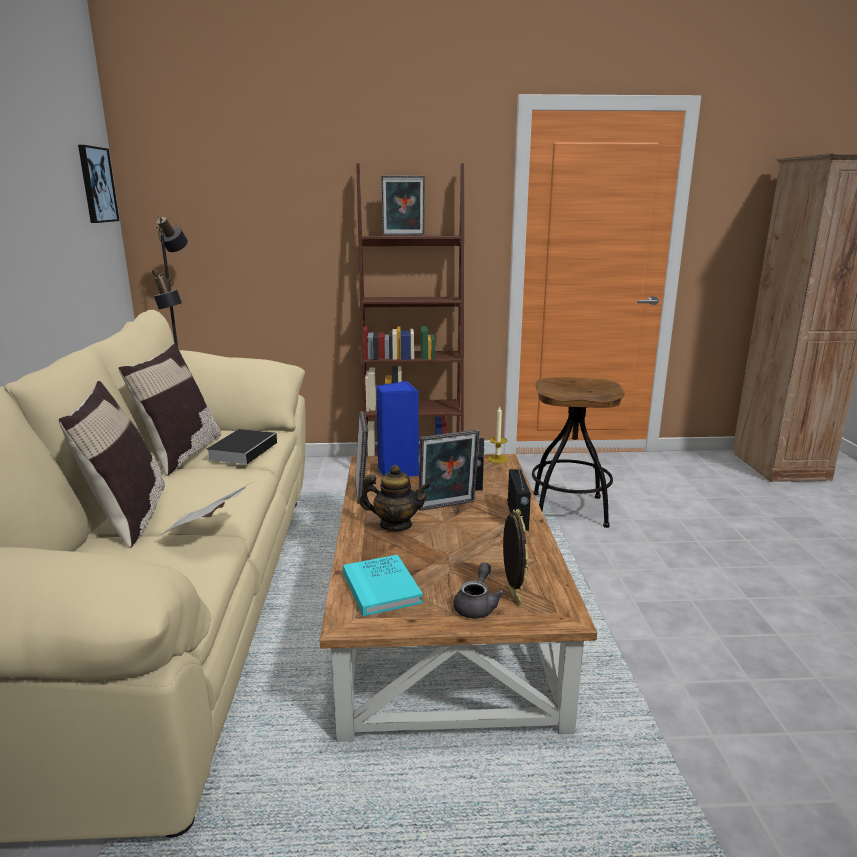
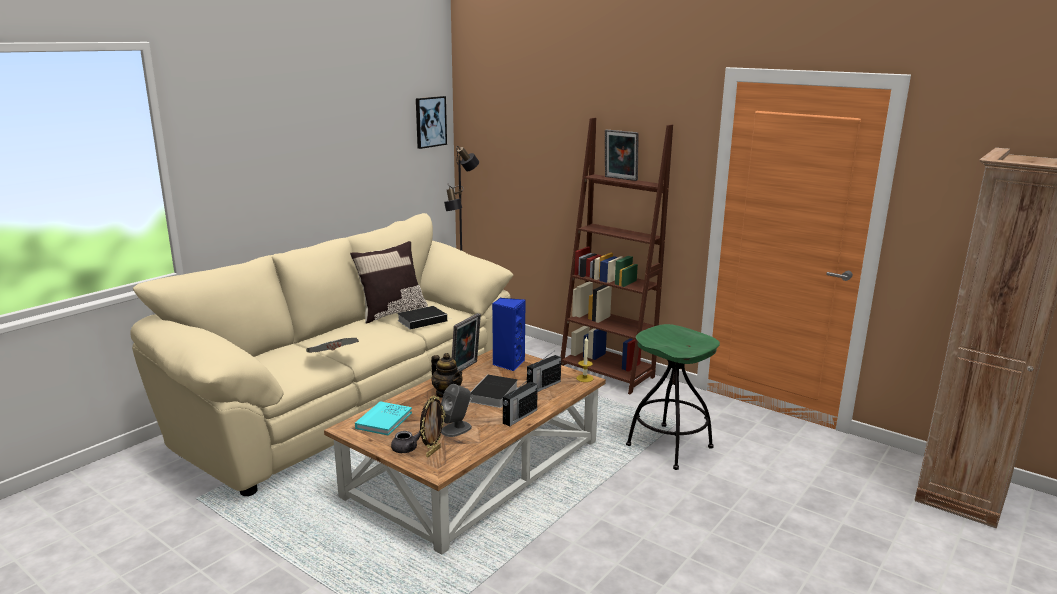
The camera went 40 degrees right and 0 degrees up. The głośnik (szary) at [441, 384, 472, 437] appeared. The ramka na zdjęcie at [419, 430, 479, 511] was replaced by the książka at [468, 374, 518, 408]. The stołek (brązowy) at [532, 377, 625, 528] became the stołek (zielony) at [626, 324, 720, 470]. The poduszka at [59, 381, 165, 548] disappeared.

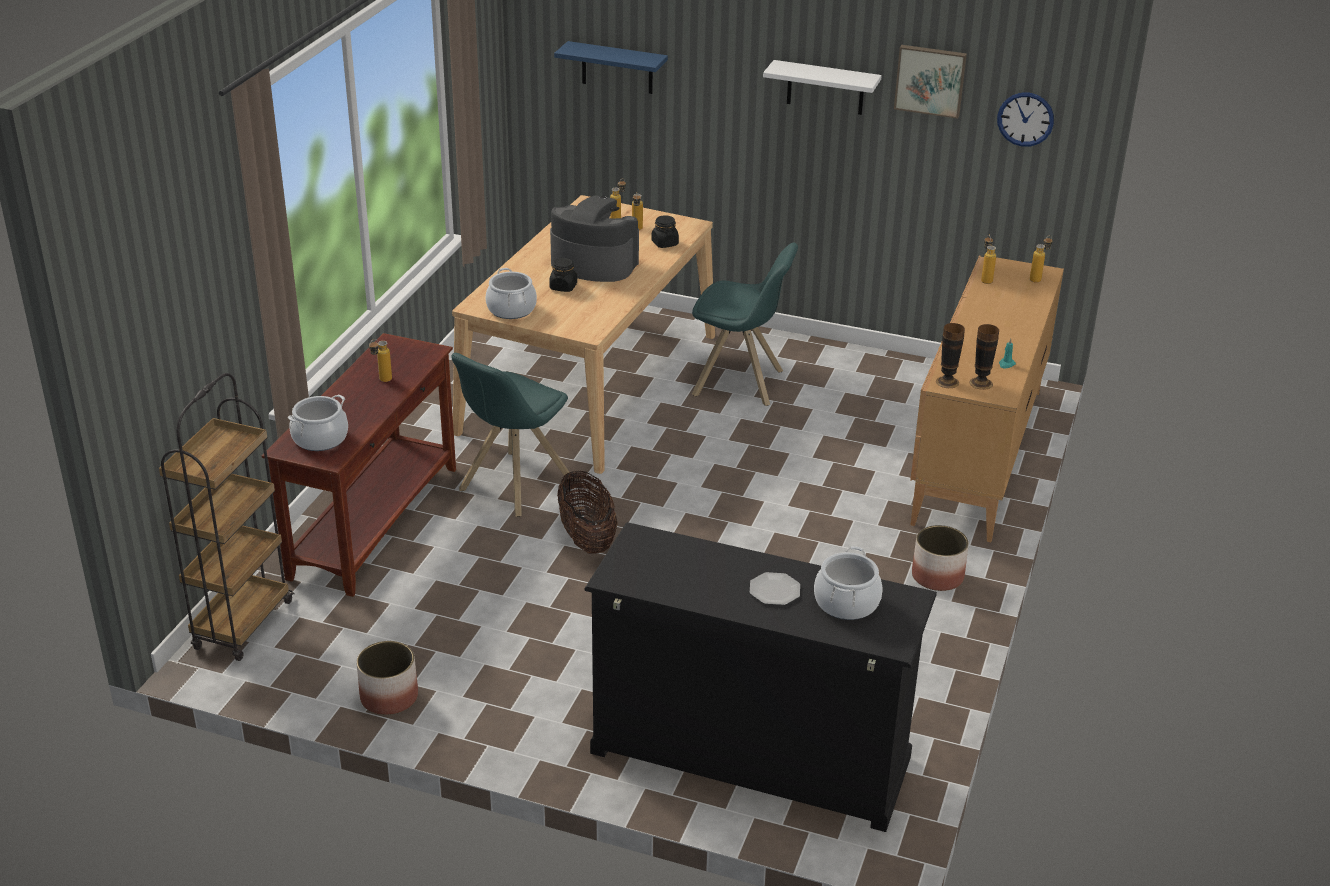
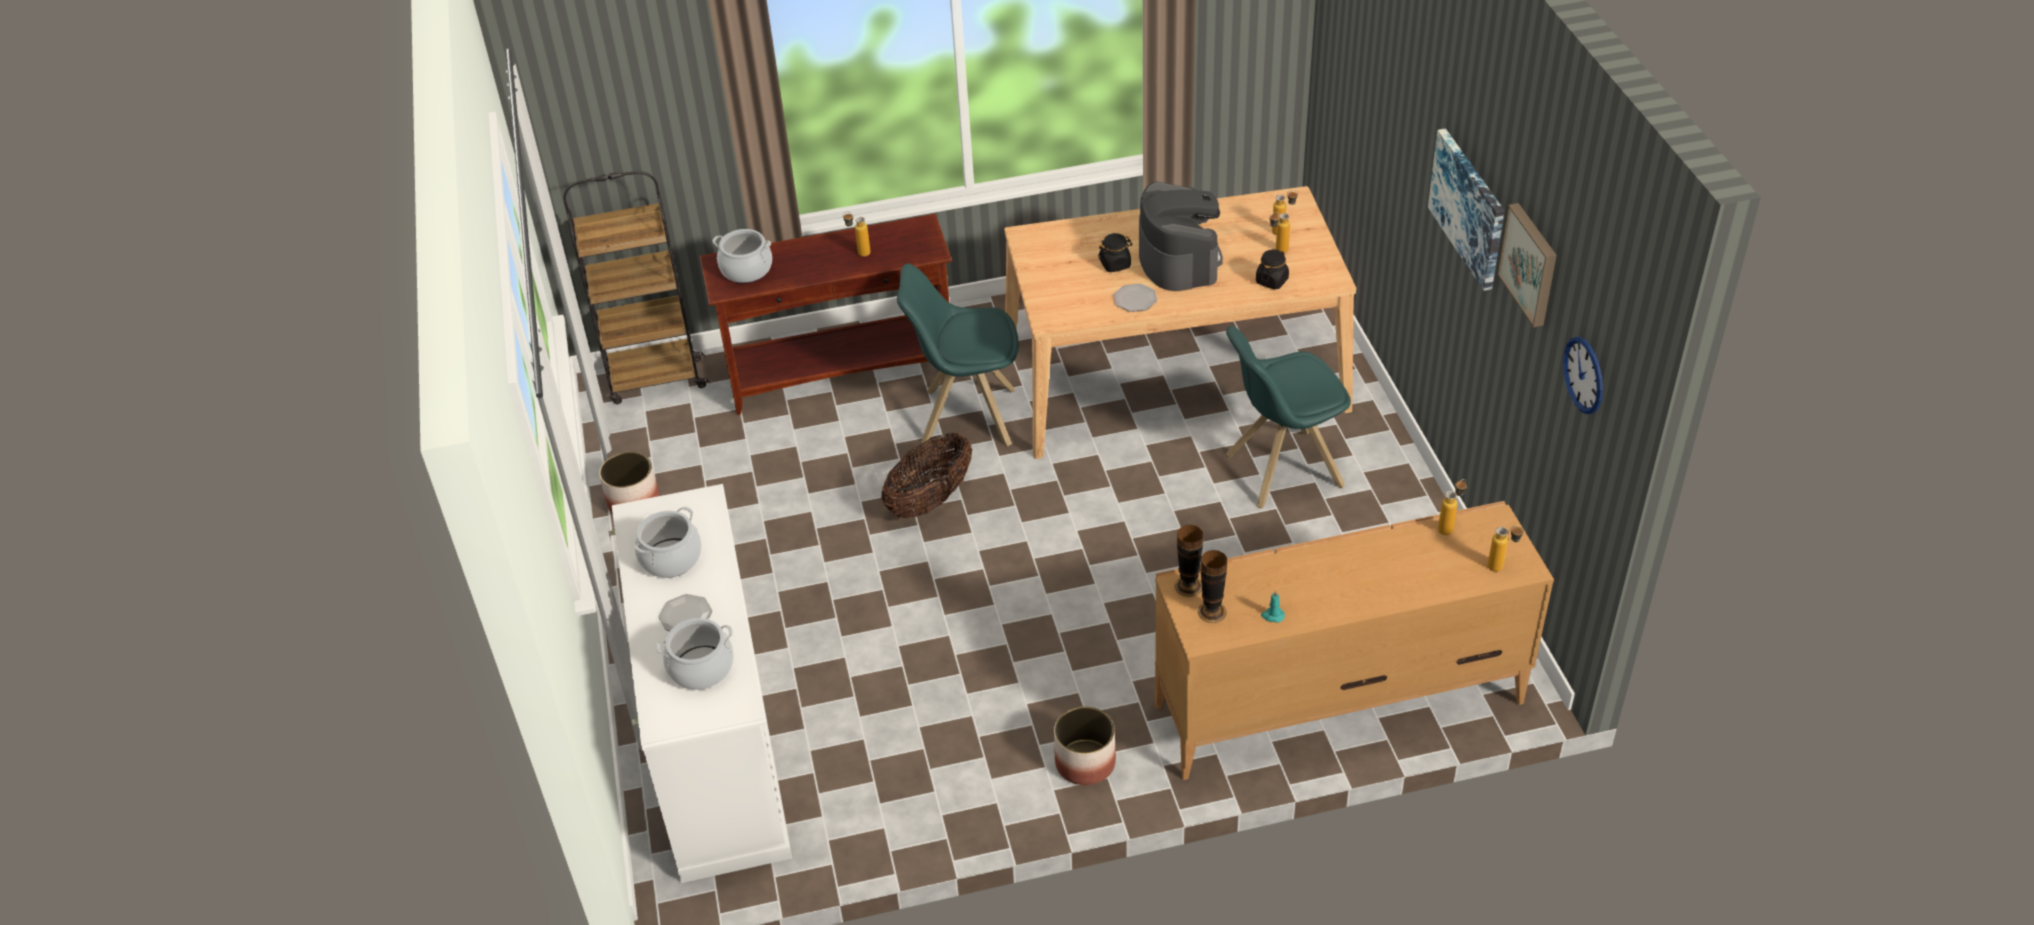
The camera went 60 degrees right and 10 degrees up. The szafka (czarny) at [585, 522, 937, 832] became the szafka (biały) at [609, 484, 792, 883]. The garnek moved from [485, 268, 537, 319] to [634, 507, 702, 578]. The talerz at [1113, 284, 1157, 312] appeared. The krzesło (turkusowy) at [692, 242, 798, 406] turned 90 degrees clockwise. The półka (biały) at [763, 60, 882, 115] was replaced by the obraz at [1428, 128, 1505, 291]. The półka (niebieski) at [554, 41, 668, 94] disappeared.

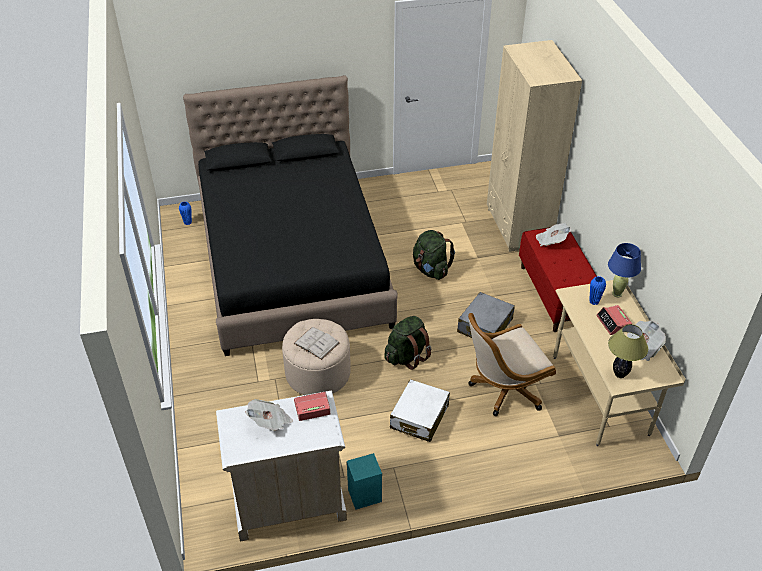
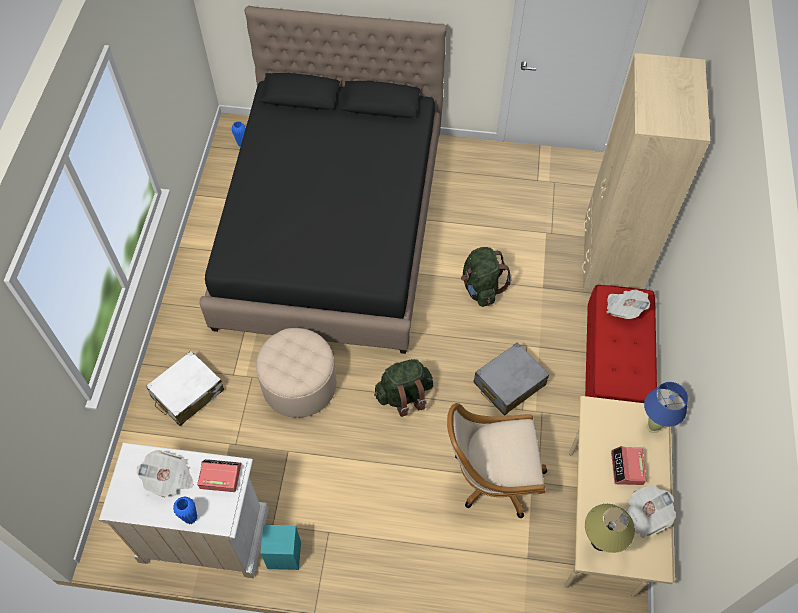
The camera went 20 degrees right and 15 degrees up. The walizka (biały) moved from [390, 379, 450, 442] to [146, 351, 225, 426]. The wazon (niebieski) moved from [589, 276, 606, 305] to [173, 496, 197, 524]. The książka (biały) at [294, 327, 339, 360] disappeared.

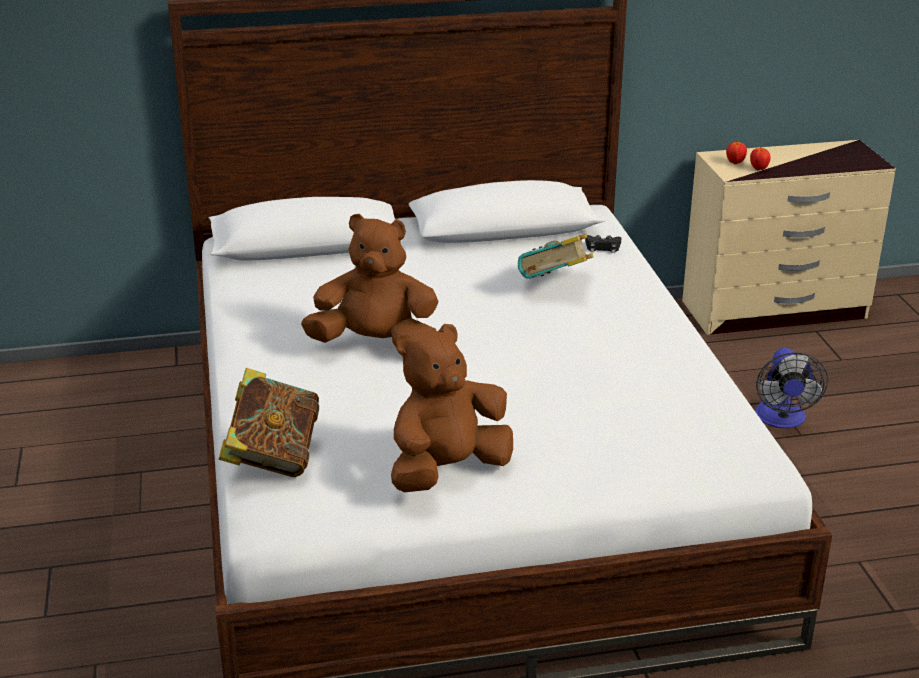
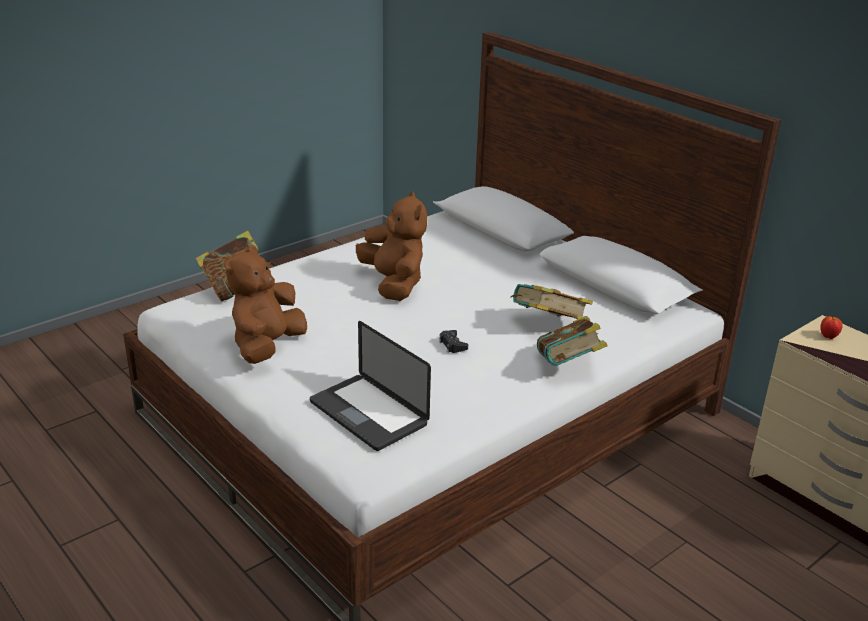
The camera went 60 degrees right and 0 degrees up. The pluszak (brązowy) at [391, 324, 513, 492] turned 90 degrees counterclockwise. The laptop at [310, 321, 431, 451] appeared. The pad do gier (czarny) moved from [585, 235, 621, 253] to [439, 330, 468, 353]. The książka at [537, 316, 608, 366] appeared. The jabłko at [750, 146, 771, 171] disappeared. The wentylator at [755, 348, 828, 428] disappeared.

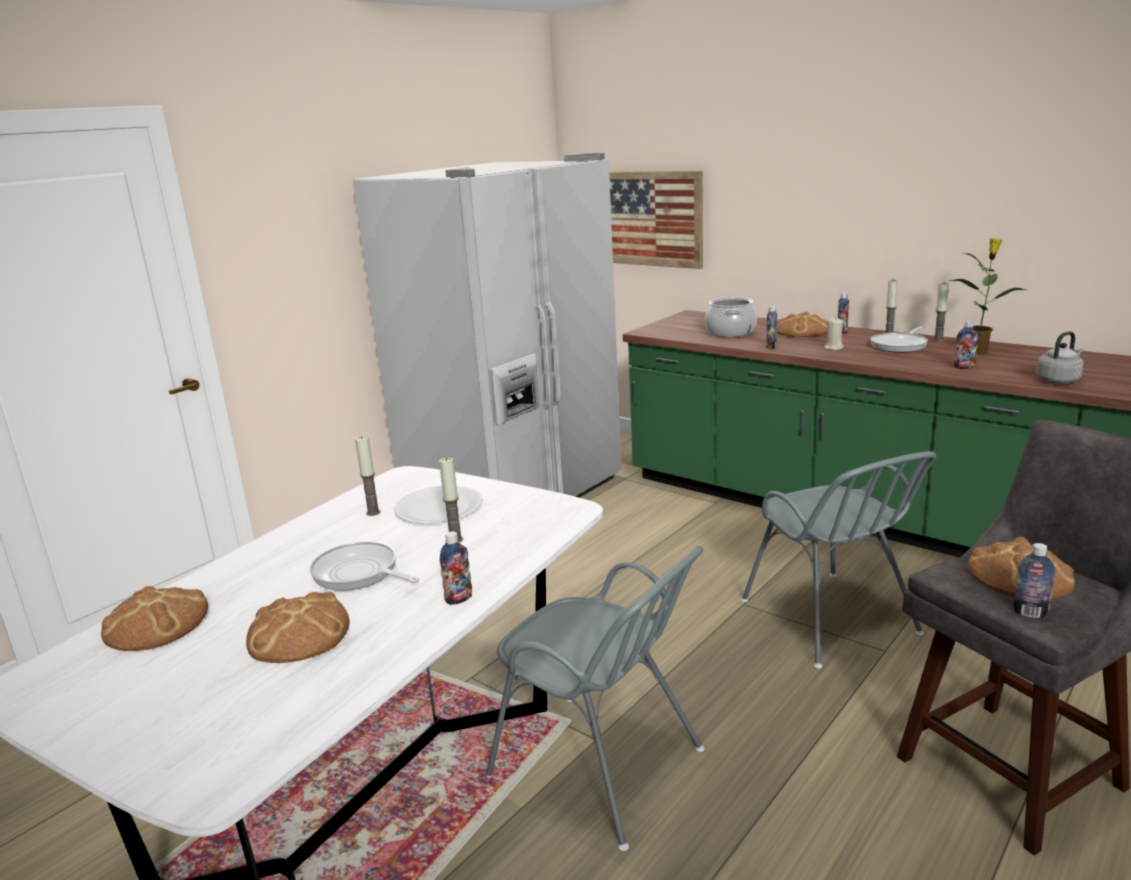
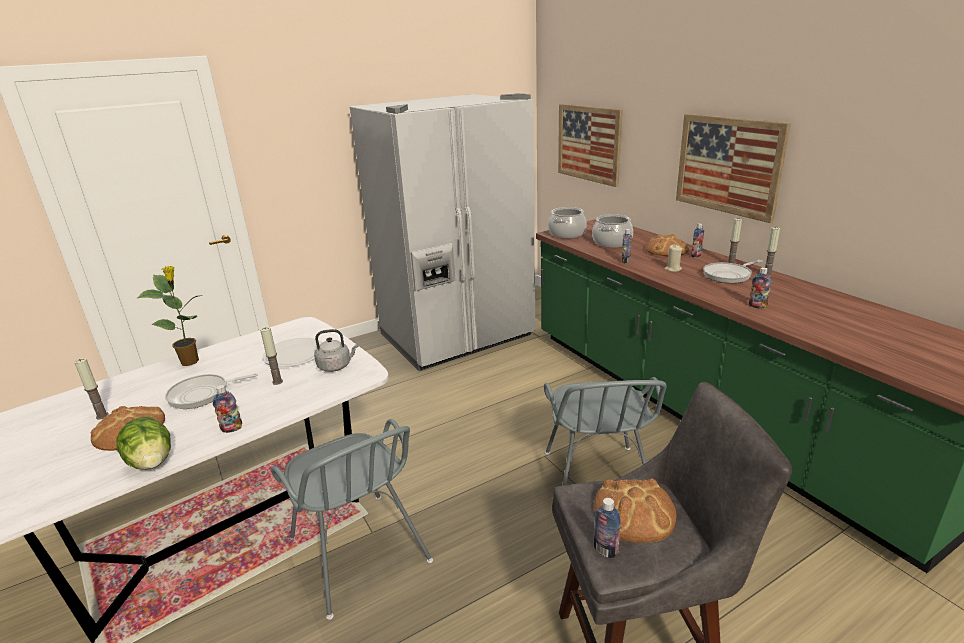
The camera went 20 degrees right and 5 degrees up. The świeca moved from [355, 436, 381, 516] to [74, 358, 109, 419]. The sałata at [116, 417, 171, 470] appeared. The roślina doniczkowa moved from [949, 238, 1027, 354] to [137, 266, 202, 366]. The patelnia at [310, 541, 419, 591] turned 75 degrees counterclockwise. The czajnik (szary) moved from [1036, 331, 1084, 384] to [314, 329, 358, 372]. The garnek at [548, 207, 587, 238] appeared. The obraz at [676, 114, 791, 223] appeared. The chleb at [101, 586, 208, 651] disappeared.

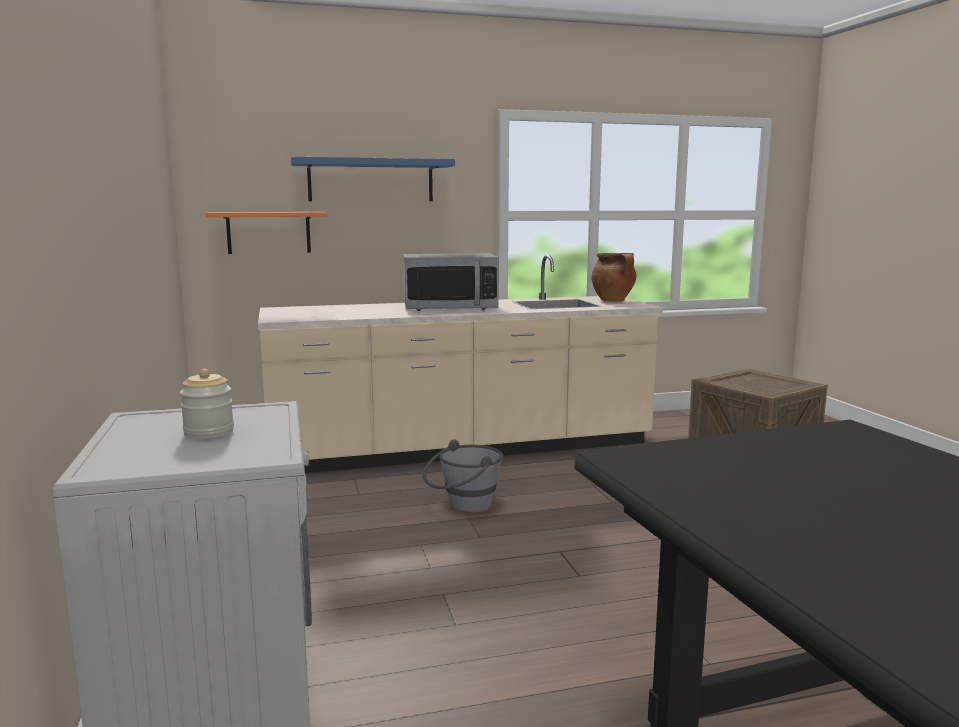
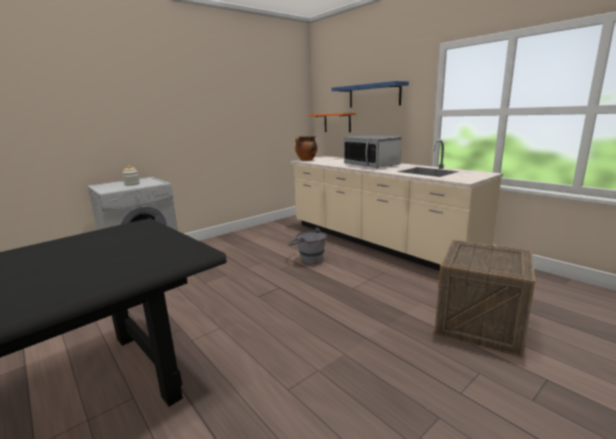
The camera went 65 degrees right and 5 degrees up. The garnek moved from [591, 253, 636, 302] to [295, 136, 318, 161].

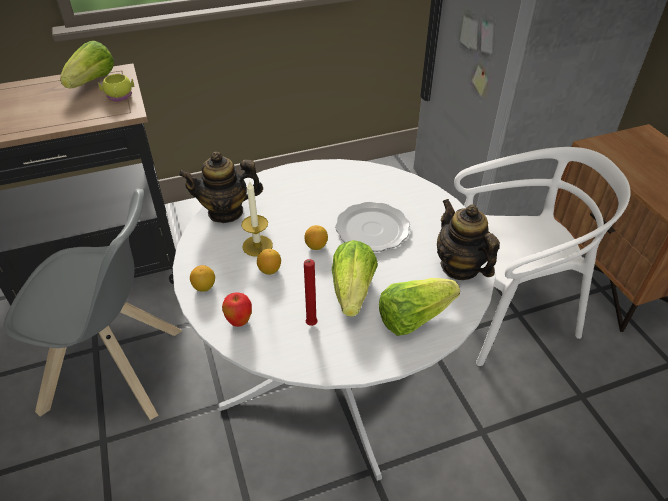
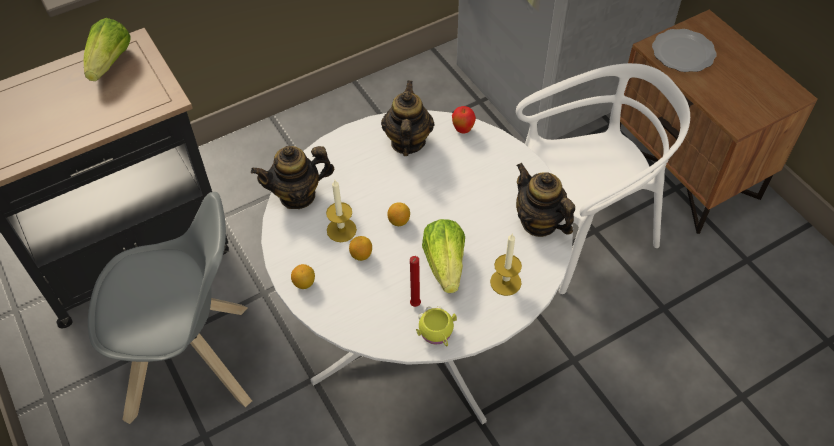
The camera went 10 degrees left and 10 degrees up. The imbryk at [381, 81, 435, 156] appeared. The kubek (żółty) moved from [98, 74, 134, 102] to [416, 306, 457, 347]. The jabłko moved from [222, 292, 252, 327] to [452, 106, 476, 133]. The sałata at [379, 278, 460, 336] was replaced by the świeca at [490, 234, 522, 296]. The talerz moved from [335, 202, 410, 252] to [652, 29, 717, 72].

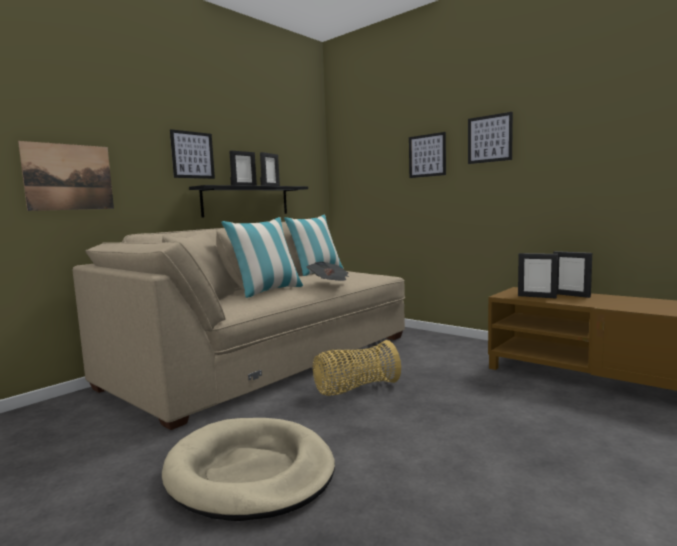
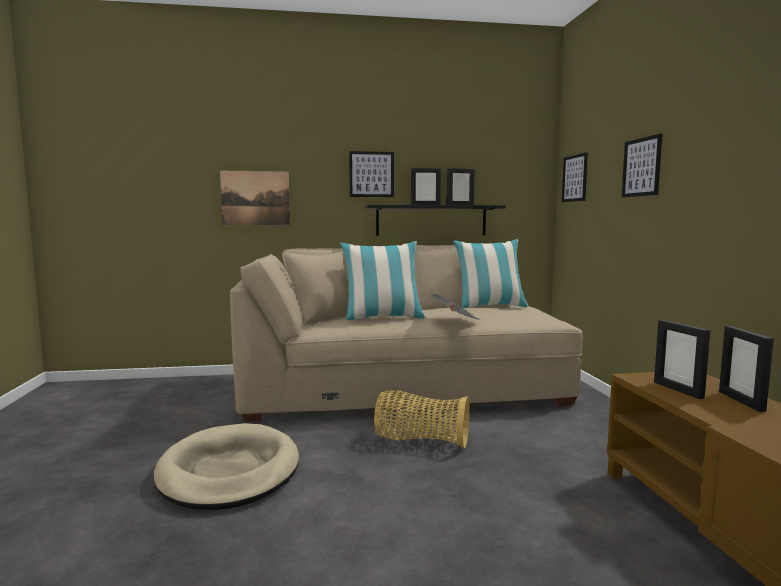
The camera went 40 degrees right and 0 degrees up. The obraz moved from [468, 112, 513, 164] to [562, 152, 588, 202].

